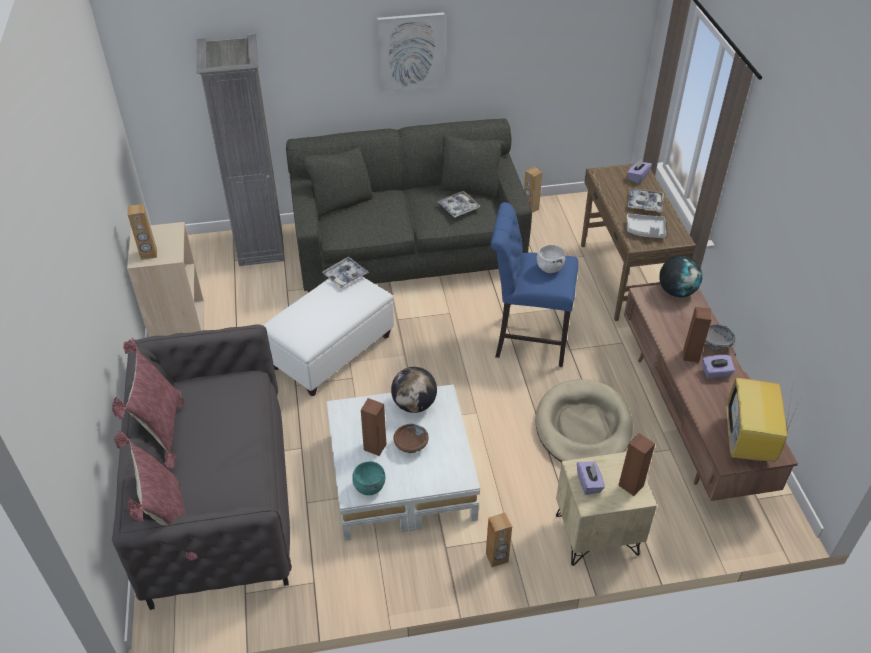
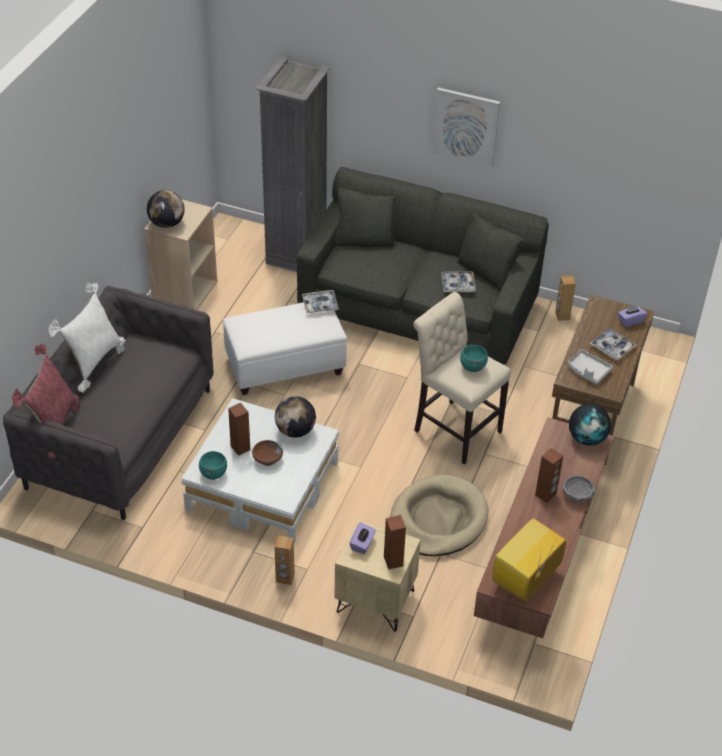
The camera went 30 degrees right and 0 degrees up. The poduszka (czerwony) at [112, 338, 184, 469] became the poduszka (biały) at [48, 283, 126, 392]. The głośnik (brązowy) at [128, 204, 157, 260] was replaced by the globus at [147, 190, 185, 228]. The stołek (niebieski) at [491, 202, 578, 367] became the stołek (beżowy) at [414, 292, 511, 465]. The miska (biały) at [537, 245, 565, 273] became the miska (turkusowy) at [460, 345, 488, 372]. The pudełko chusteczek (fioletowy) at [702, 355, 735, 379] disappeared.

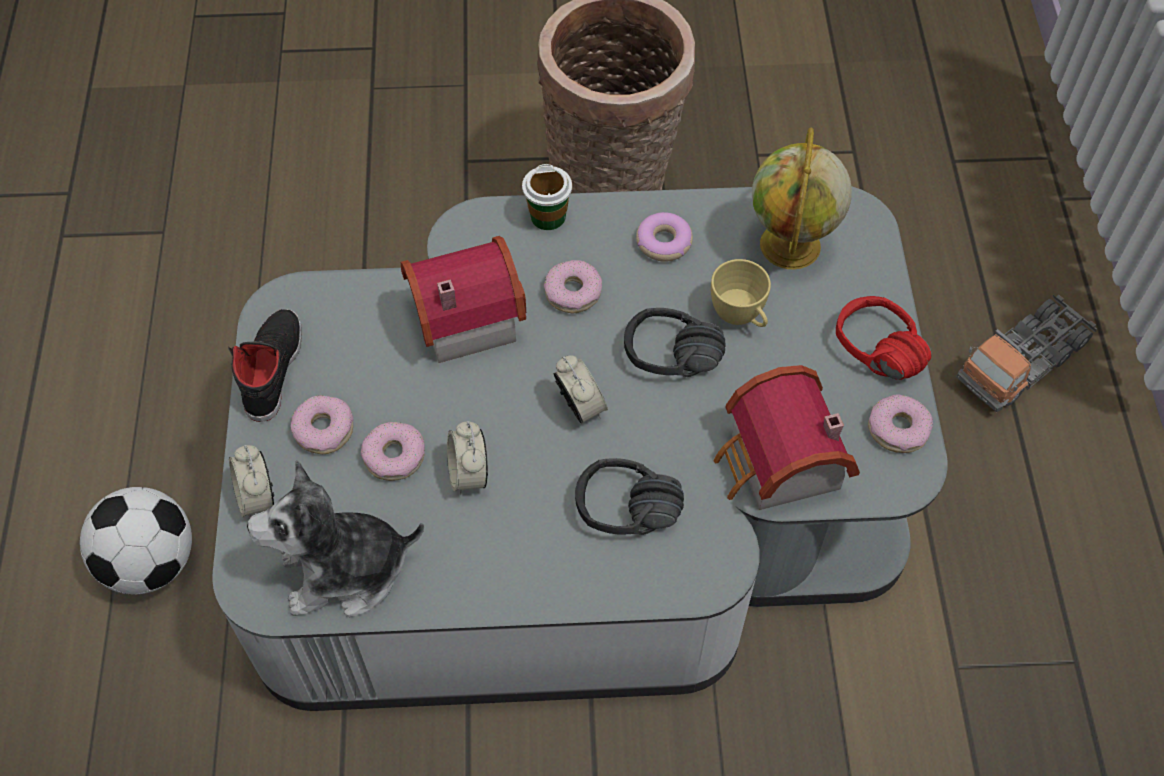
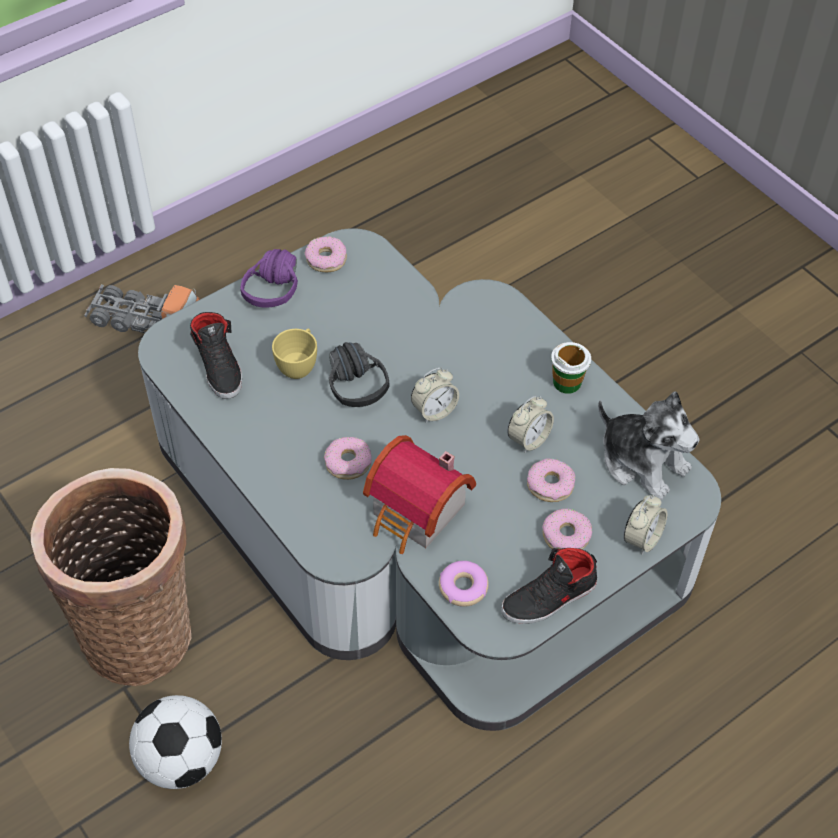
The camera went 125 degrees left and 5 degrees down. The piłka futbolowa moved from [80, 487, 192, 595] to [129, 695, 222, 789]. The globus at [752, 128, 852, 269] was replaced by the but (czarny) at [190, 312, 242, 399]. The słuchawki (czerwony) at [836, 296, 932, 380] became the słuchawki (fioletowy) at [240, 249, 298, 308]. The budzik at [554, 355, 608, 424] turned 150 degrees counterclockwise. The donut moved from [636, 212, 693, 262] to [439, 561, 489, 607]. The filiżanka moved from [522, 164, 572, 230] to [551, 342, 591, 394]. The słuchawki (czarny) at [575, 458, 684, 535] disappeared. The domek at [713, 365, 860, 510] disappeared.

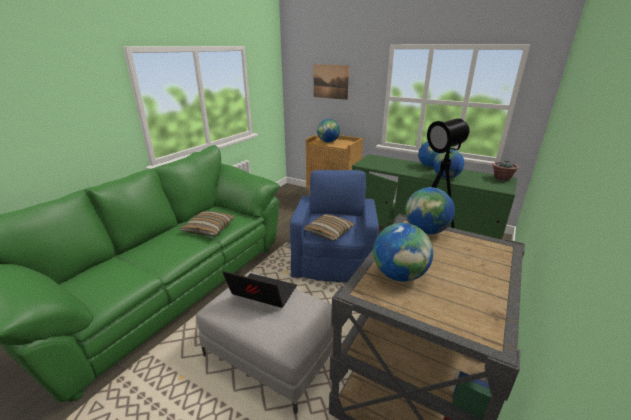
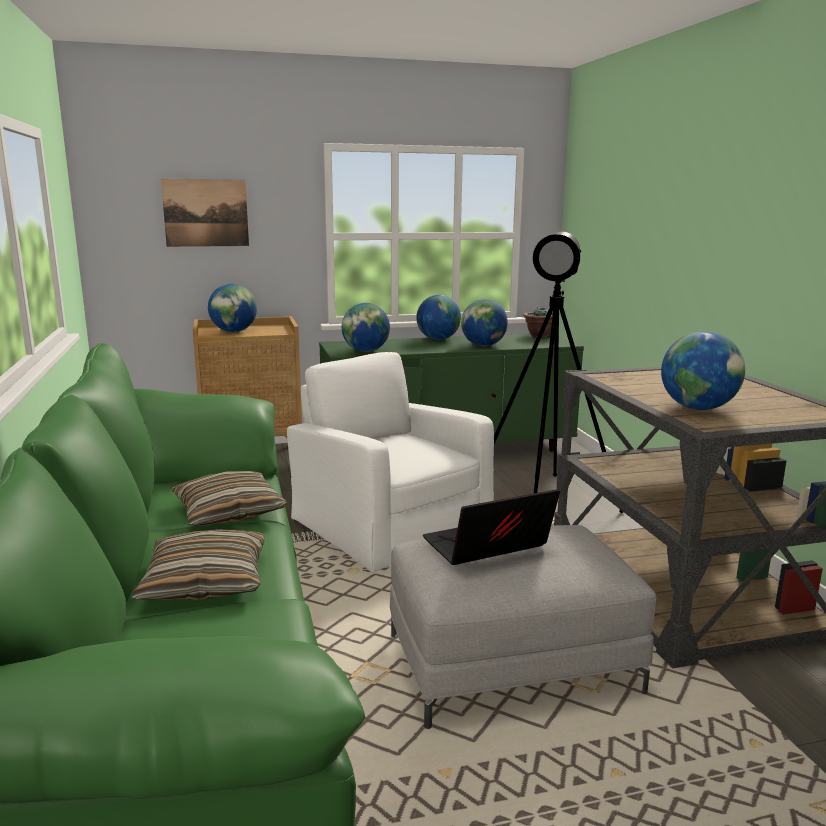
The camera went 45 degrees left and 10 degrees down. The poduszka moved from [304, 214, 355, 241] to [132, 529, 265, 600]. The fotel (niebieski) at [290, 170, 379, 282] became the fotel (biały) at [287, 352, 494, 572]. The globus moved from [405, 187, 455, 234] to [342, 303, 390, 352].

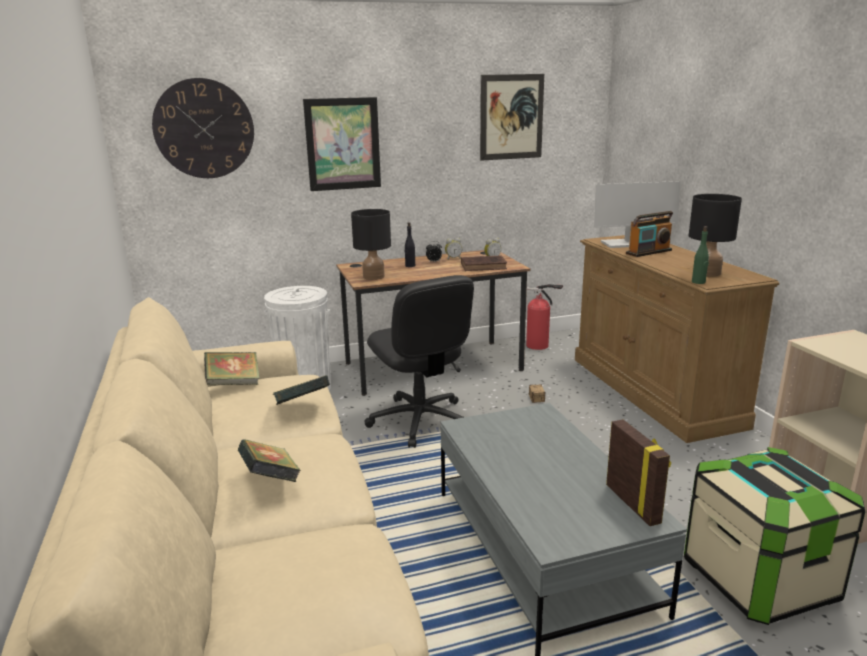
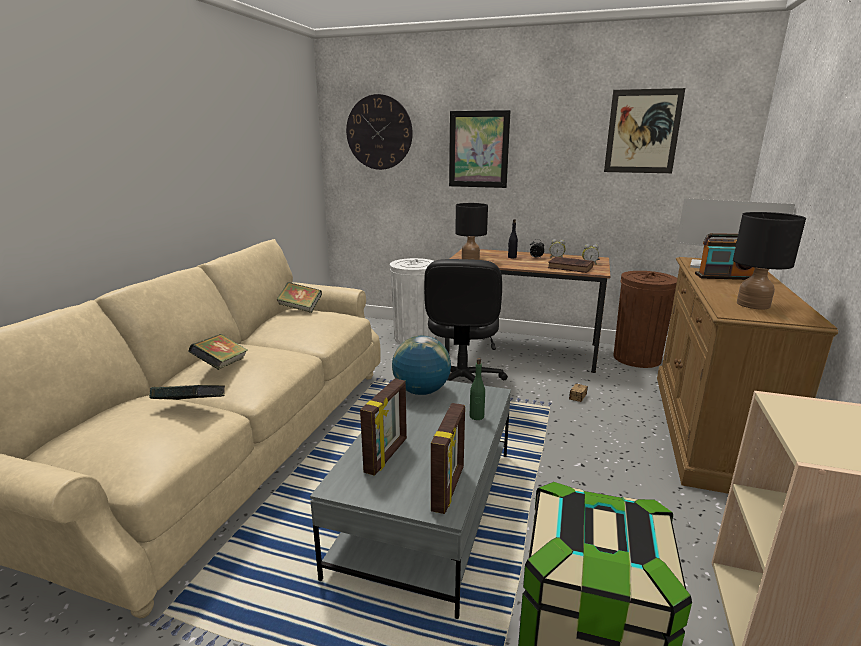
The camera went 35 degrees right and 0 degrees up. The książka moved from [273, 375, 330, 405] to [149, 385, 225, 400]. The ramka na zdjęcie at [360, 379, 407, 476] appeared. The globus at [392, 336, 451, 395] appeared. The butelka (zielony) moved from [692, 226, 709, 284] to [470, 358, 485, 420]. The gaśnica at [526, 284, 563, 350] was replaced by the kosz na śmieci (brązowy) at [613, 271, 677, 368].

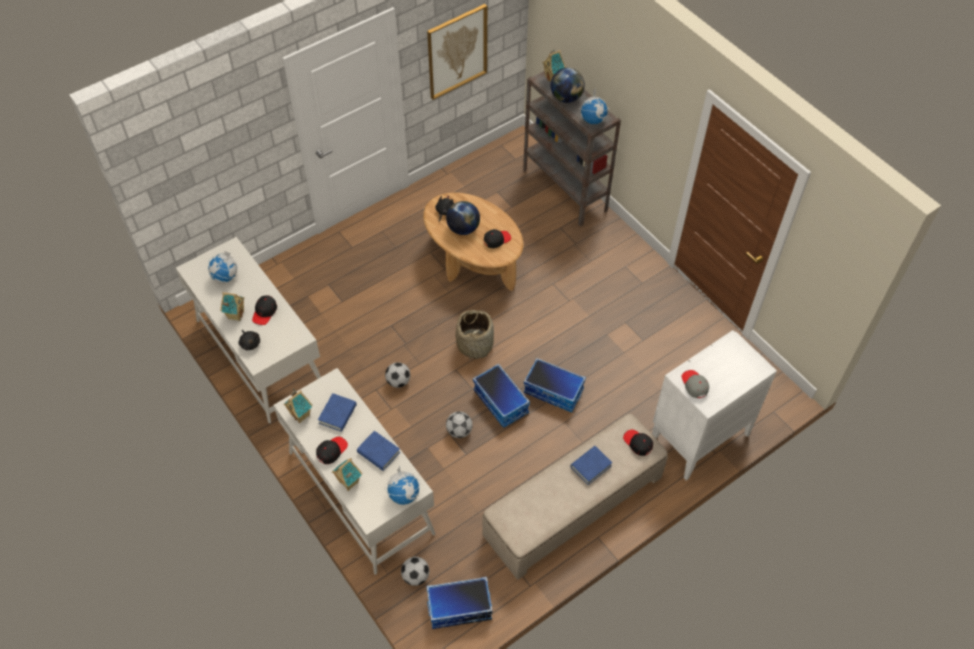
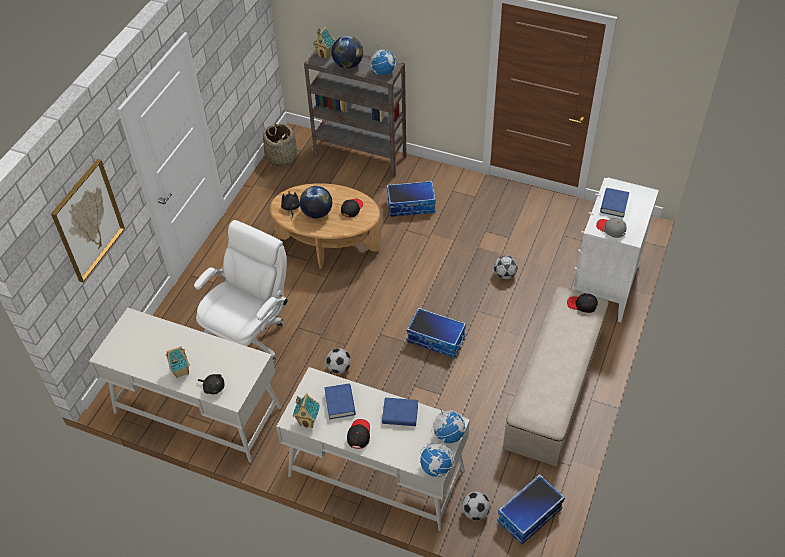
The camera went 30 degrees left and 5 degrees down. The obraz moved from [427, 4, 487, 100] to [51, 159, 125, 282]. The krzesło biurowe (biały) at [194, 220, 288, 363] appeared. The koszyk moved from [456, 309, 494, 360] to [263, 123, 297, 166]. The pojemnik do przechowywania moved from [524, 358, 586, 412] to [387, 181, 436, 217]. The globus moved from [208, 251, 239, 283] to [420, 438, 455, 477]. The piłka futbolowa moved from [446, 411, 473, 438] to [494, 256, 518, 279]. The książka (niebieski) moved from [570, 446, 612, 485] to [600, 188, 629, 218]. The czapka z daszkiem (czarny) at [252, 296, 277, 325] disappeared. The domek at [332, 458, 362, 491] disappeared.

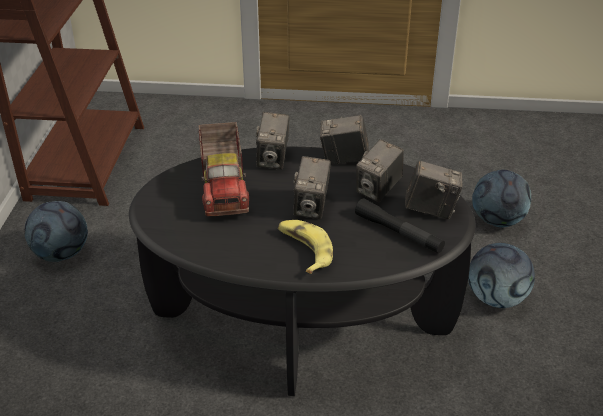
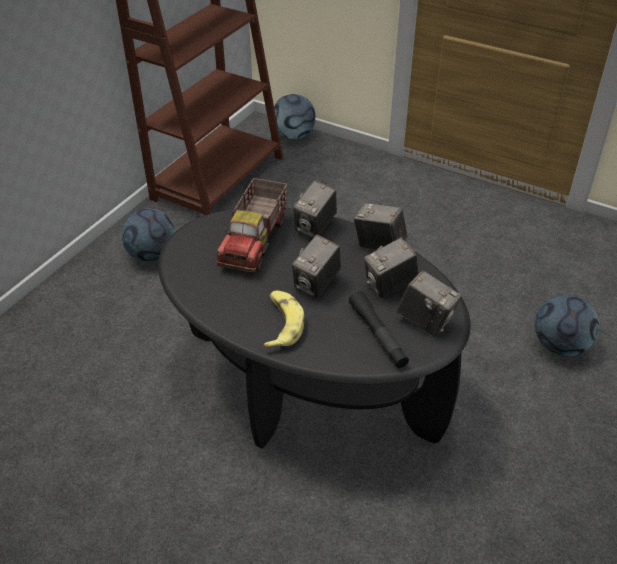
The camera went 25 degrees right and 5 degrees up. The piłka futbolowa moved from [468, 243, 535, 308] to [274, 94, 316, 139].

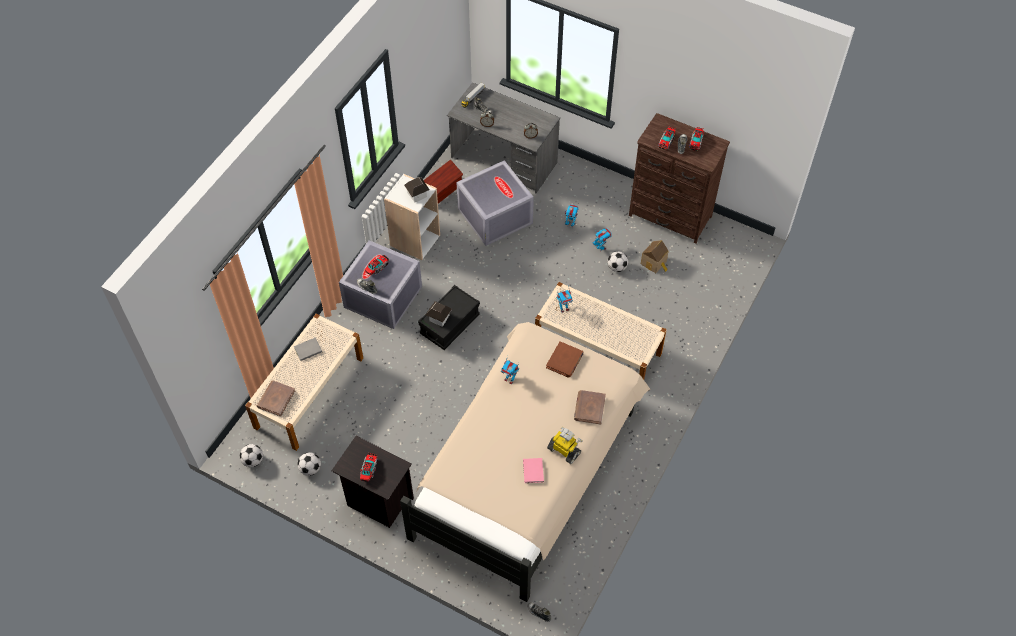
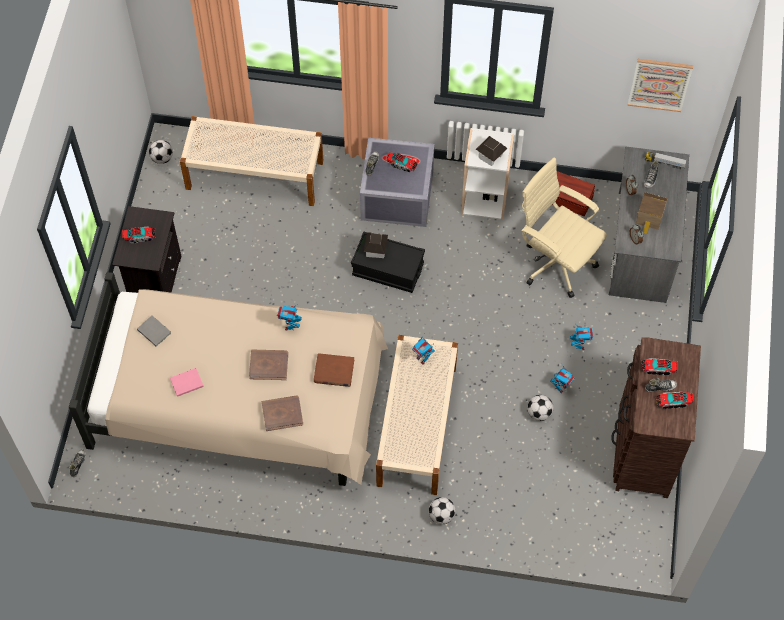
The camera went 70 degrees right and 5 degrees up. The książka (szary) moved from [294, 338, 322, 361] to [137, 316, 171, 346]. The książka (brązowy) moved from [257, 381, 295, 416] to [249, 350, 288, 380]. The piłka futbolowa moved from [297, 452, 321, 476] to [429, 497, 455, 524]. The pojemnik do przechowywania (szary) at [456, 160, 534, 246] was replaced by the krzesło biurowe (beżowy) at [521, 157, 607, 298]. The obraz at [628, 59, 693, 112] appeared. The domek moved from [641, 240, 669, 273] to [636, 192, 668, 234]. The robot zabawkowy at [547, 427, 583, 464] disappeared.

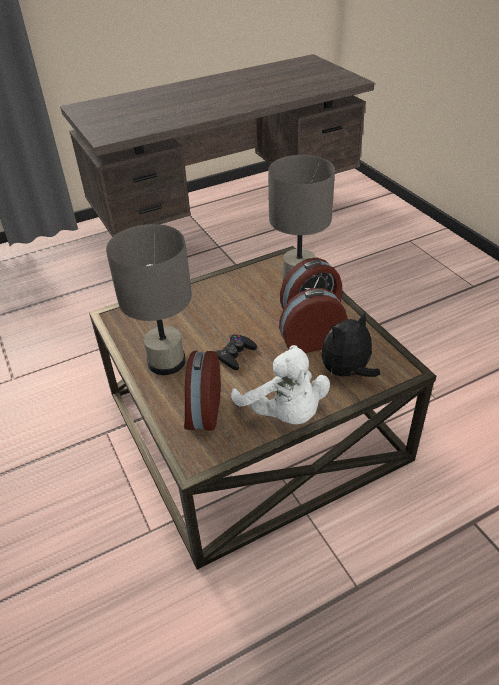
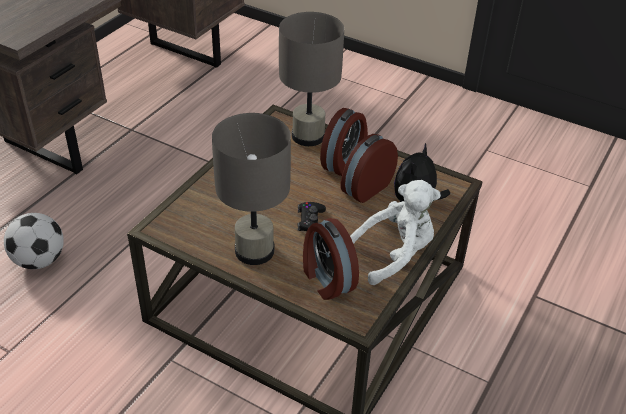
The camera went 35 degrees left and 0 degrees up. The piłka futbolowa at [4, 213, 64, 269] appeared. The pluszak (biały) at [231, 345, 330, 424] turned 45 degrees counterclockwise.

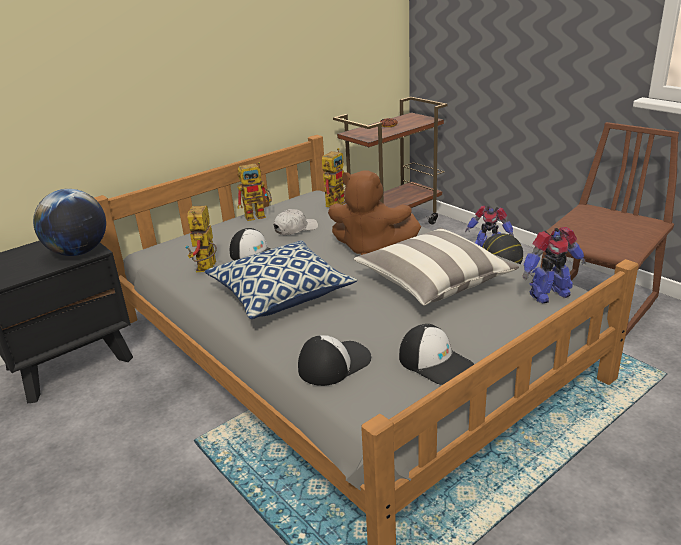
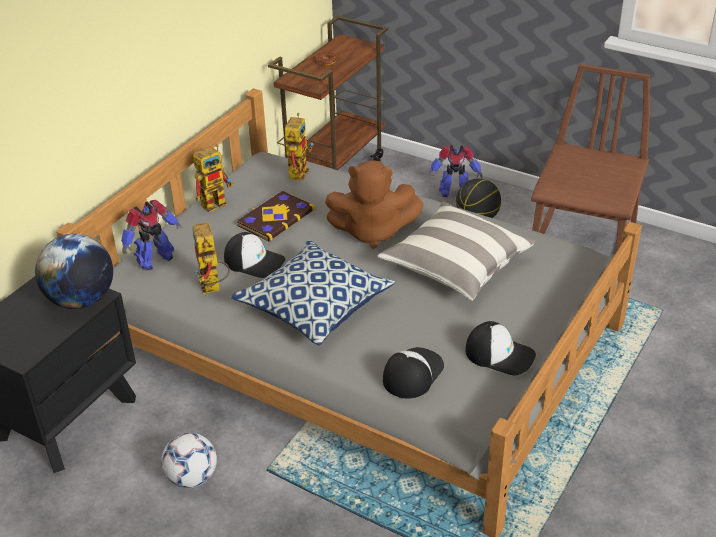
The camera went 20 degrees left and 10 degrees up. The robot zabawkowy moved from [523, 227, 586, 303] to [121, 200, 182, 270]. The piłka futbolowa at [161, 433, 217, 488] appeared. The czapka z daszkiem (biały) at [273, 209, 318, 235] was replaced by the książka at [237, 191, 315, 241].

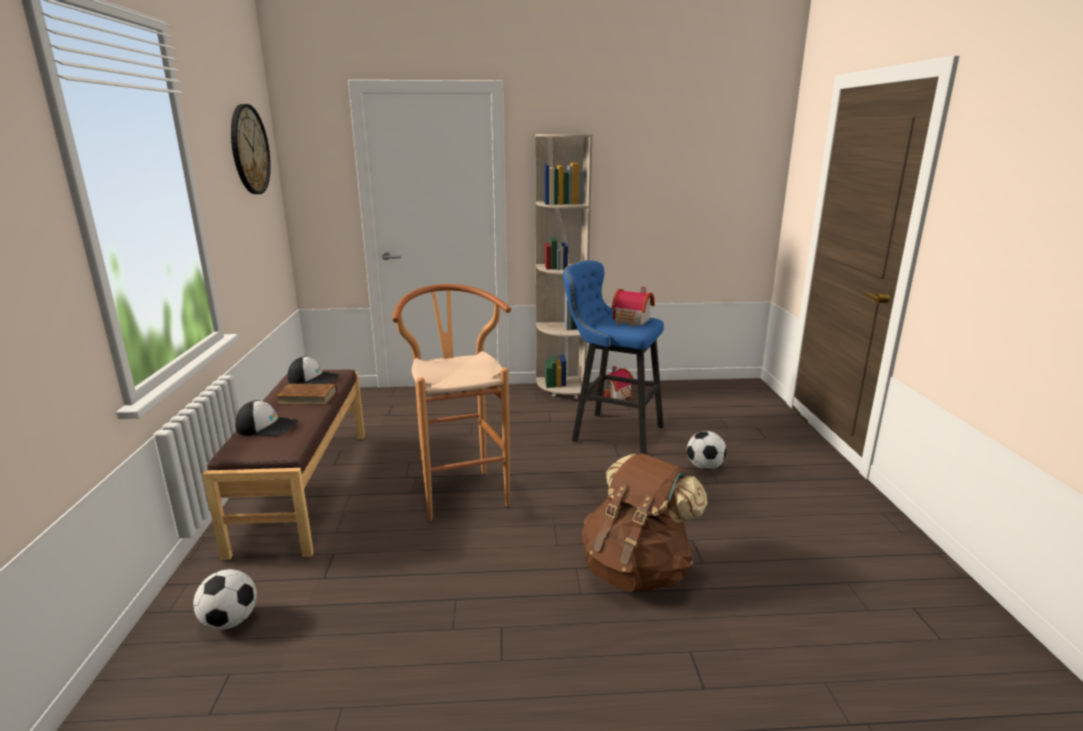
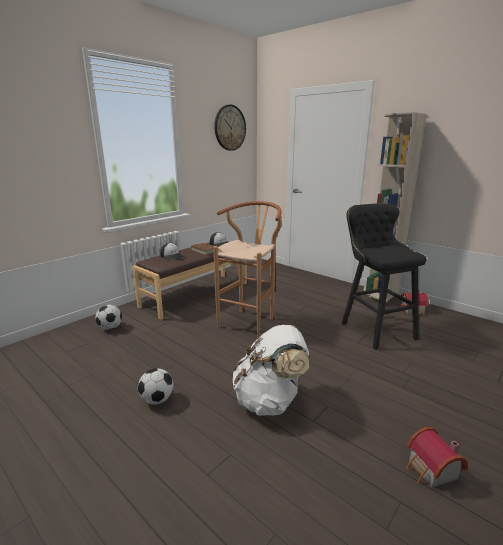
The camera went 45 degrees right and 0 degrees up. The piłka futbolowa moved from [687, 431, 727, 470] to [138, 368, 174, 405]. The plecak (brązowy) at [582, 453, 707, 592] became the plecak (biały) at [233, 325, 309, 416]. The stołek (niebieski) at [563, 260, 664, 454] became the stołek (czarny) at [342, 203, 426, 350]. The domek moved from [612, 287, 655, 327] to [406, 427, 468, 487].

